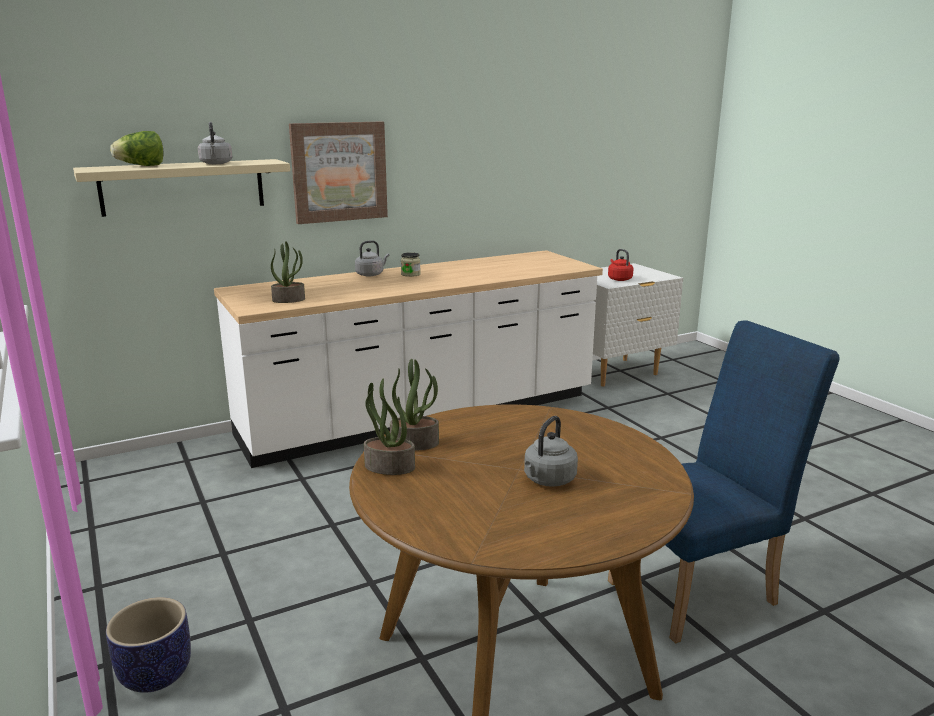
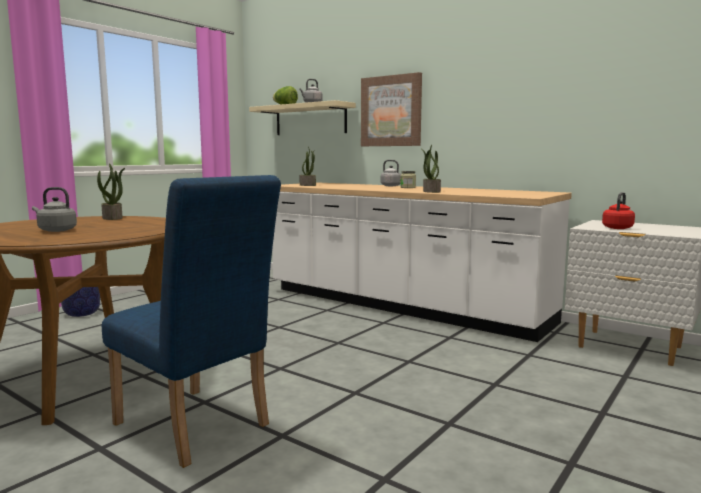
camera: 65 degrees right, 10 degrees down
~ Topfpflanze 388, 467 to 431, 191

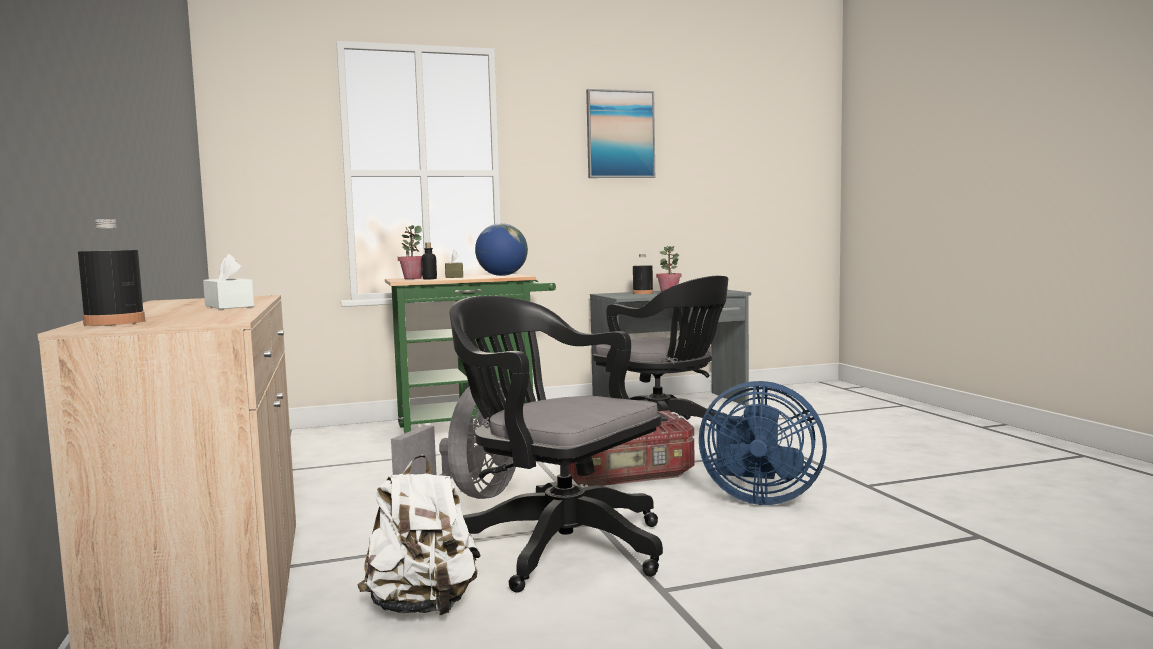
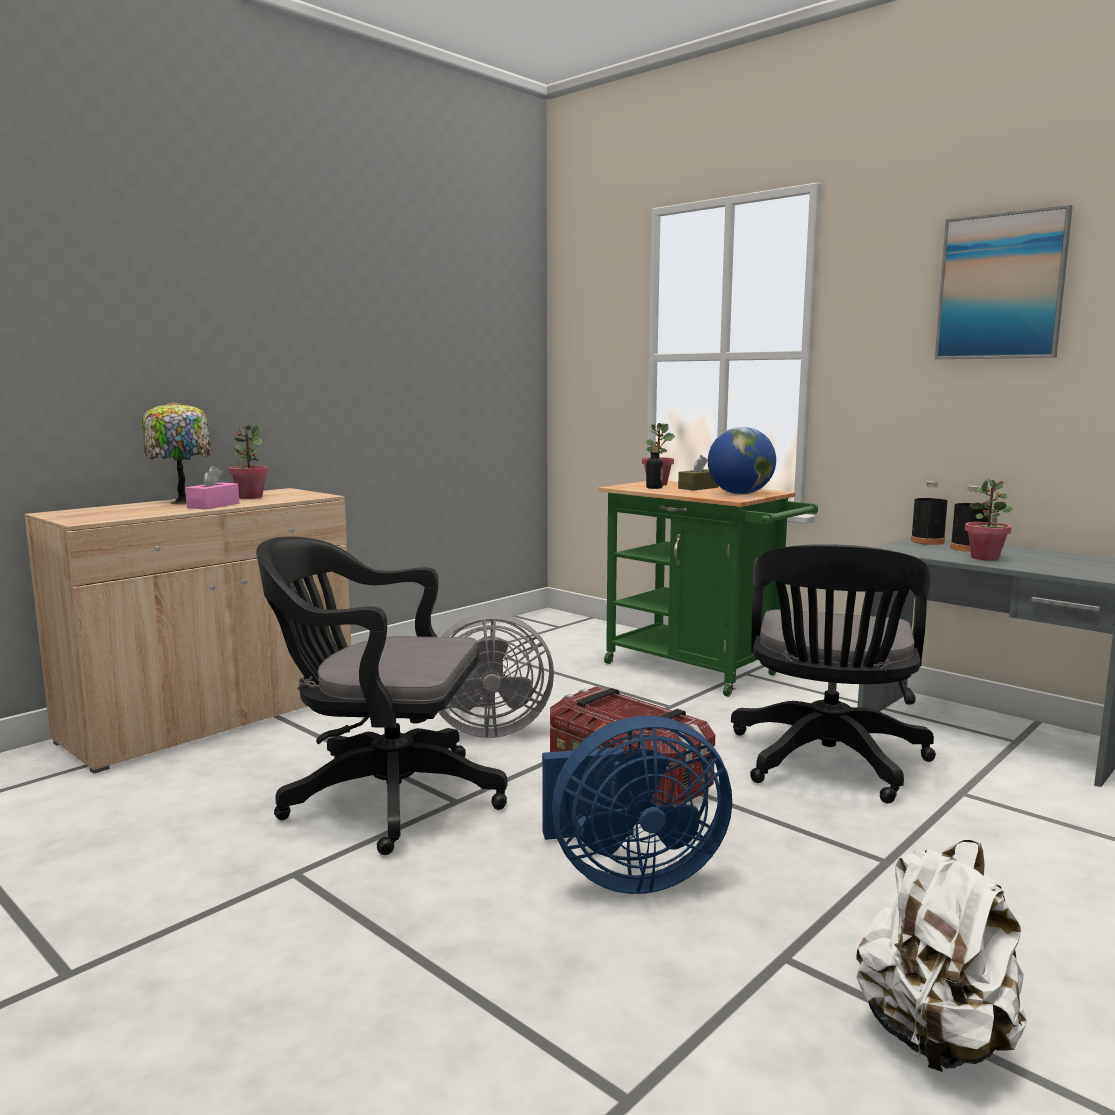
camera: 60 degrees right, 5 degrees up
~ Flasche/schwarz 114, 322 to 927, 541
~ Taschentuchbox/weiß 229, 306 to Taschentuchbox/rosa 213, 505
~ Bürostuhl/schwarz 556, 545 = 382, 797 90 degrees counterclockwise
~ Ventilator/blau 758, 497 = 628, 875 90 degrees counterclockwise
~ Rucksack/weiß 423, 607 to 936, 1038
+ Tischlampe 182, 501
+ Topfpflanze 250, 497

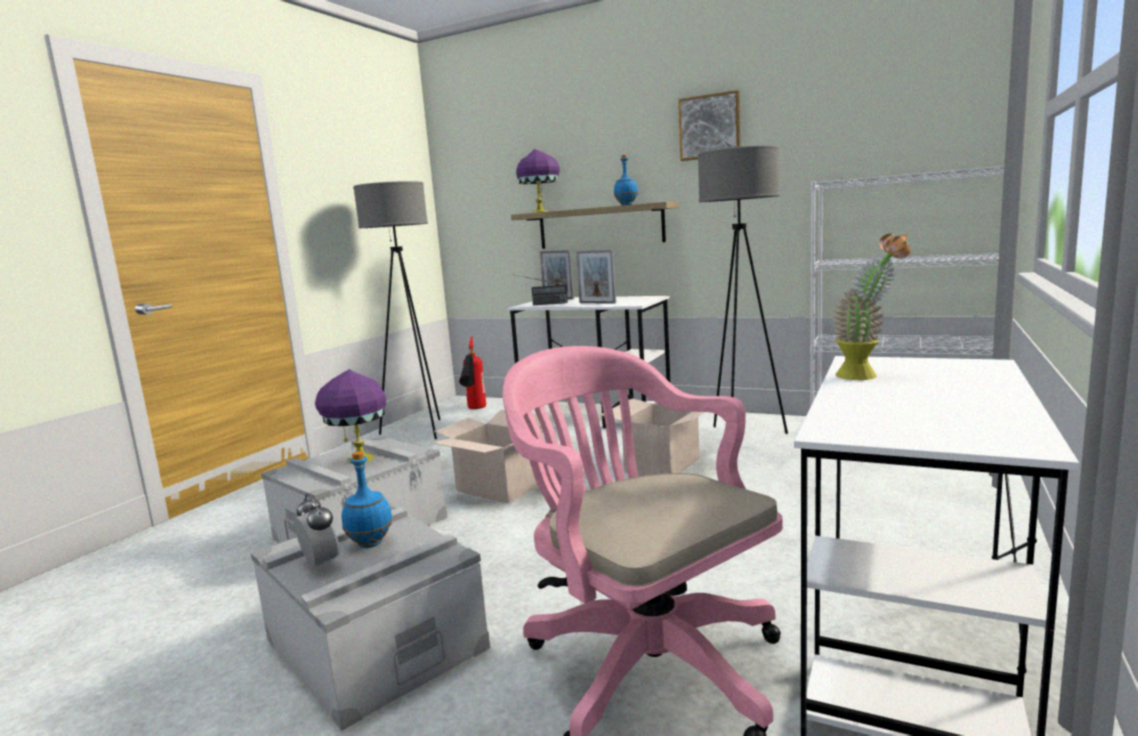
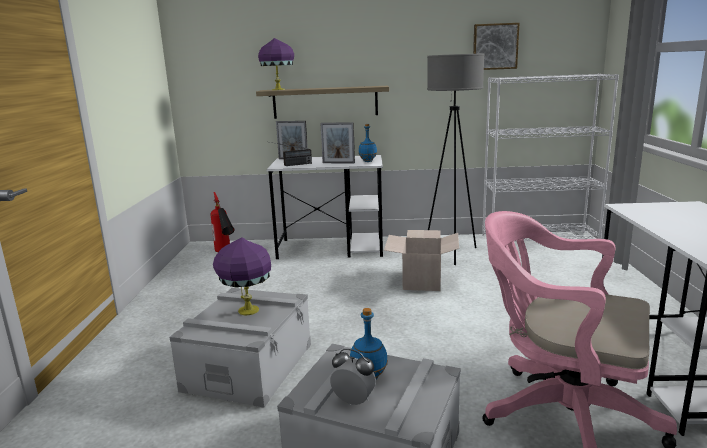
camera: 25 degrees left, 5 degrees up
~ Bild 710, 127 to 495, 46
~ Flasche/blau 626, 205 to 367, 161
- Stehlampe/grau 418, 431
- Topfpflanze 867, 376
- Karton 500, 487

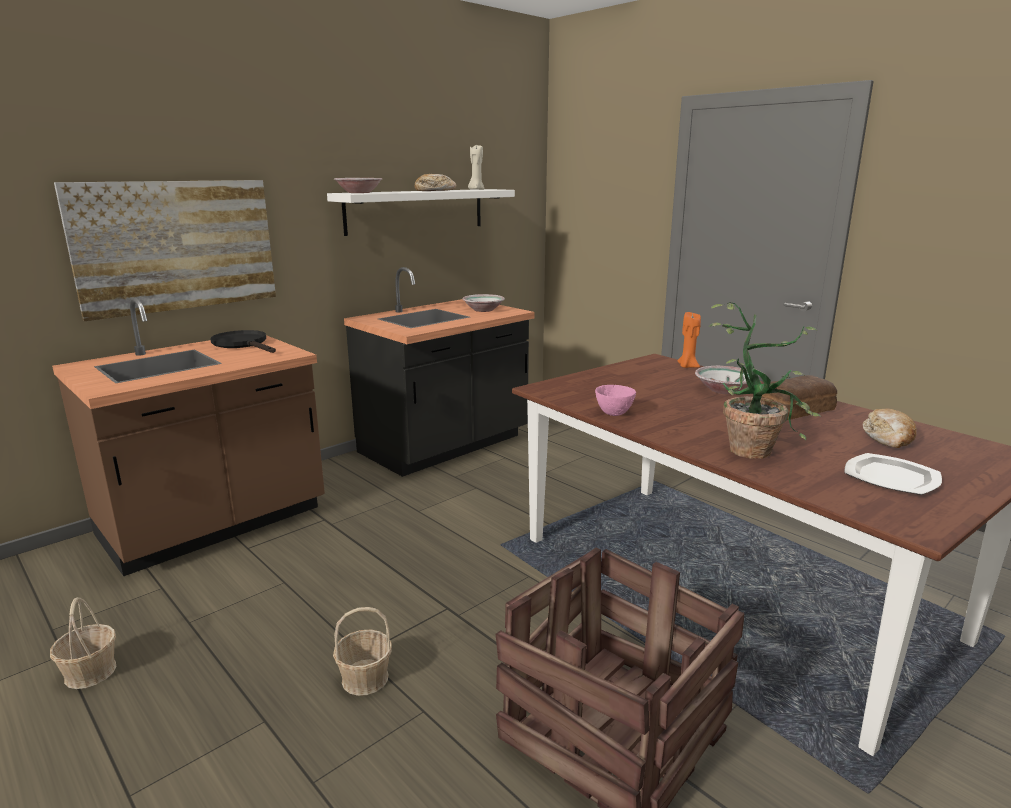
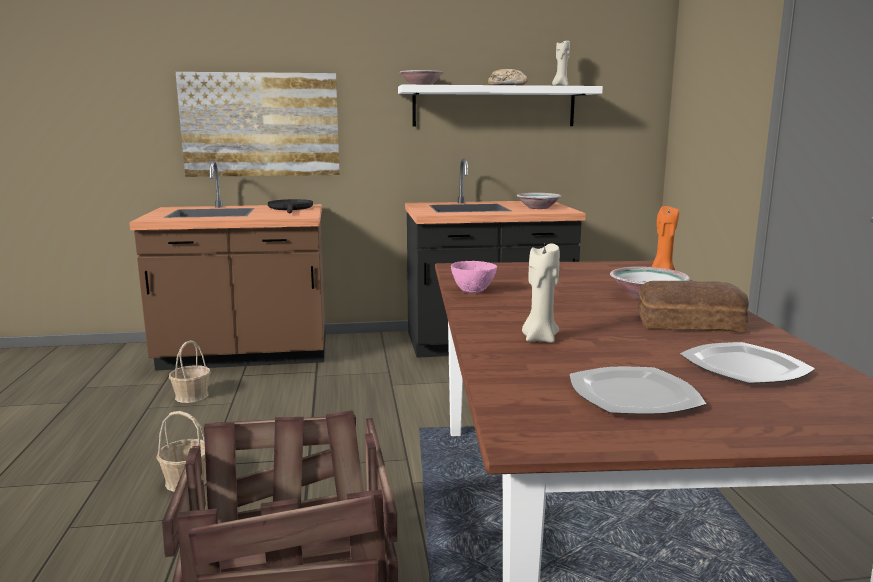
camera: 35 degrees right, 5 degrees down
~ Topfpflanze 754, 447 to Kerze/beige 539, 339
~ Brot 888, 438 to Teller 744, 368
~ Korb 90, 672 to 191, 396

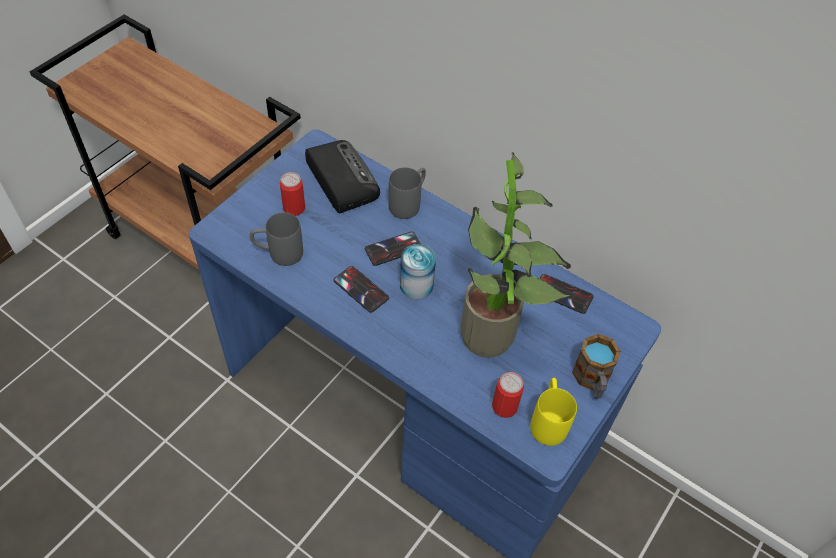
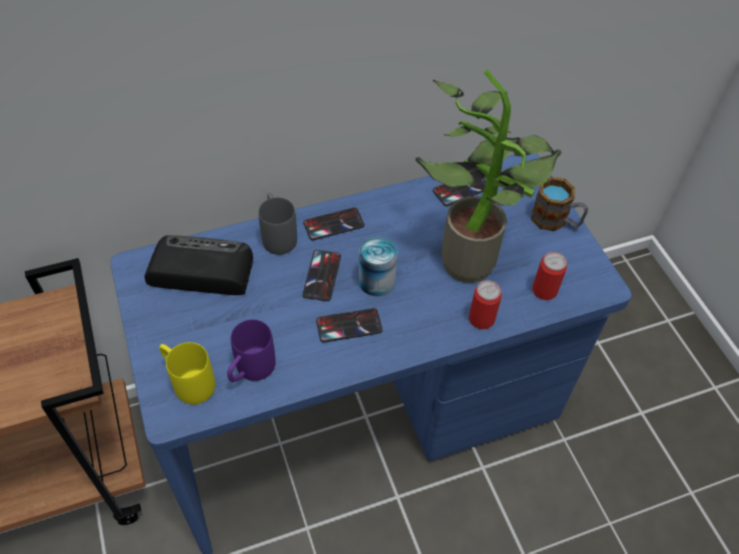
camera: 55 degrees left, 0 degrees up
~ Dose 294, 208 to 481, 319
~ Henkelbecher/grau 278, 253 to Henkelbecher/lila 250, 371
~ Henkelbecher/gelb 548, 420 to 188, 381
+ Handy 333, 224

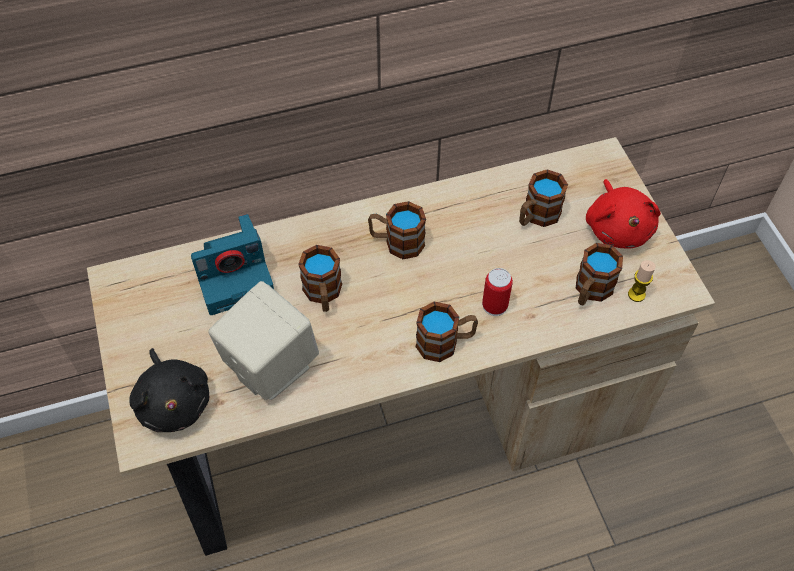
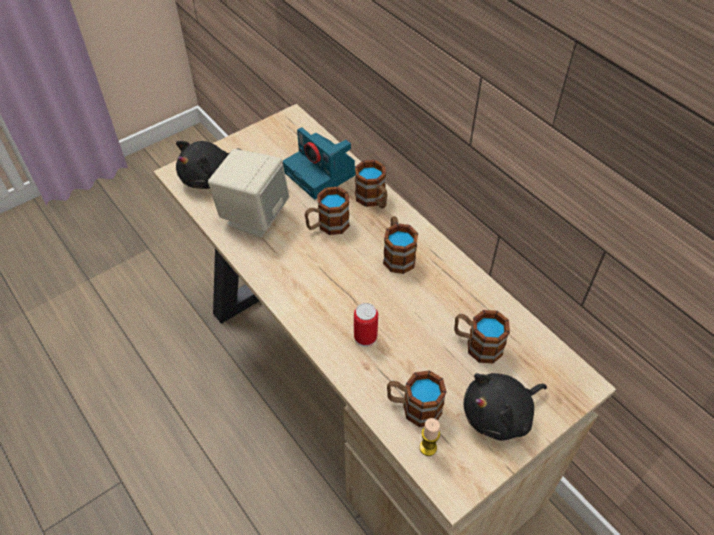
camera: 70 degrees right, 5 degrees down
~ Plüschtier/rot 618, 228 to Plüschtier/schwarz 500, 415
~ Henkelbecher 445, 342 to 373, 200

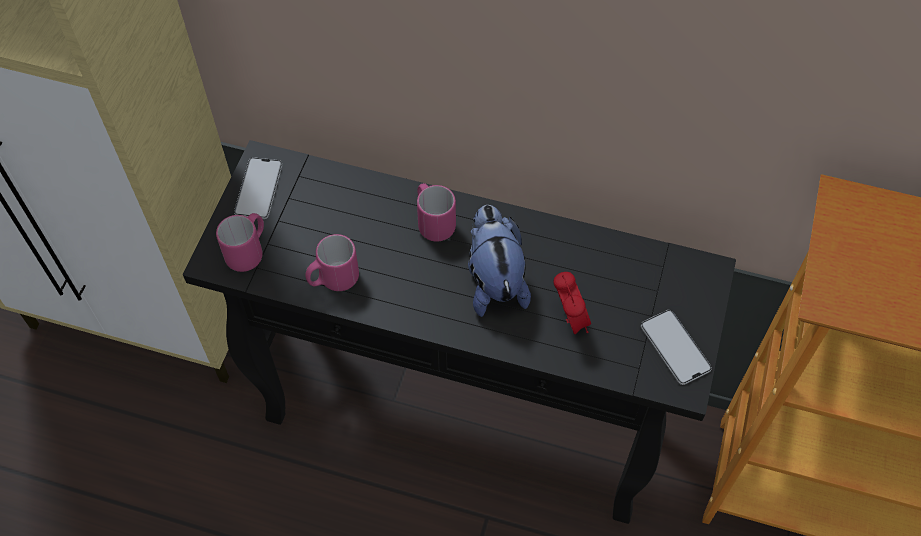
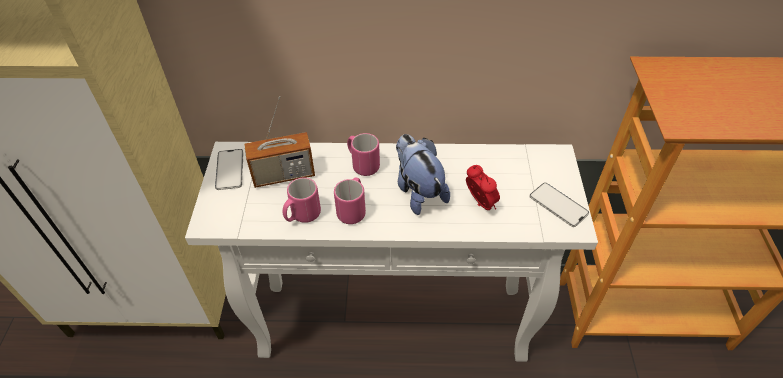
camera: 15 degrees left, 10 degrees down
~ Konsolentisch/schwarz 464, 417 to Konsolentisch/weiß 395, 320
~ Henkelbecher/rosa 248, 251 to 353, 210
+ Radio 283, 175

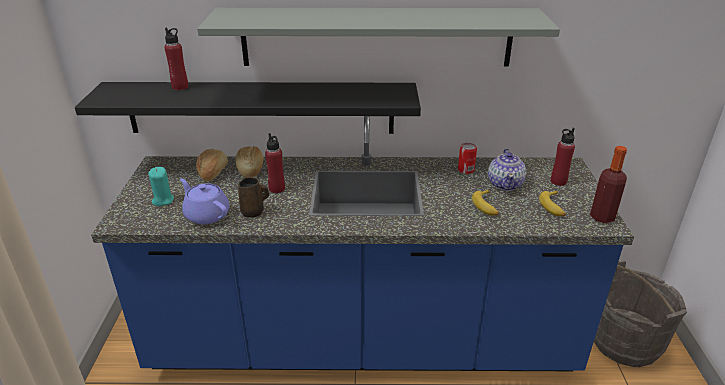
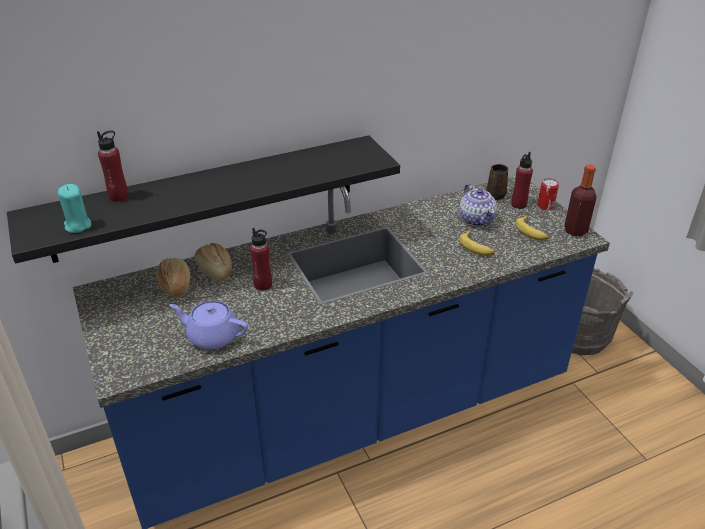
camera: 25 degrees left, 5 degrees up
- Wandregal/grau 376, 37
~ Dose 466, 170 to 545, 206
~ Kerze/türkis 163, 200 to 77, 225
~ Henkelbecher/braun 254, 212 to 496, 195

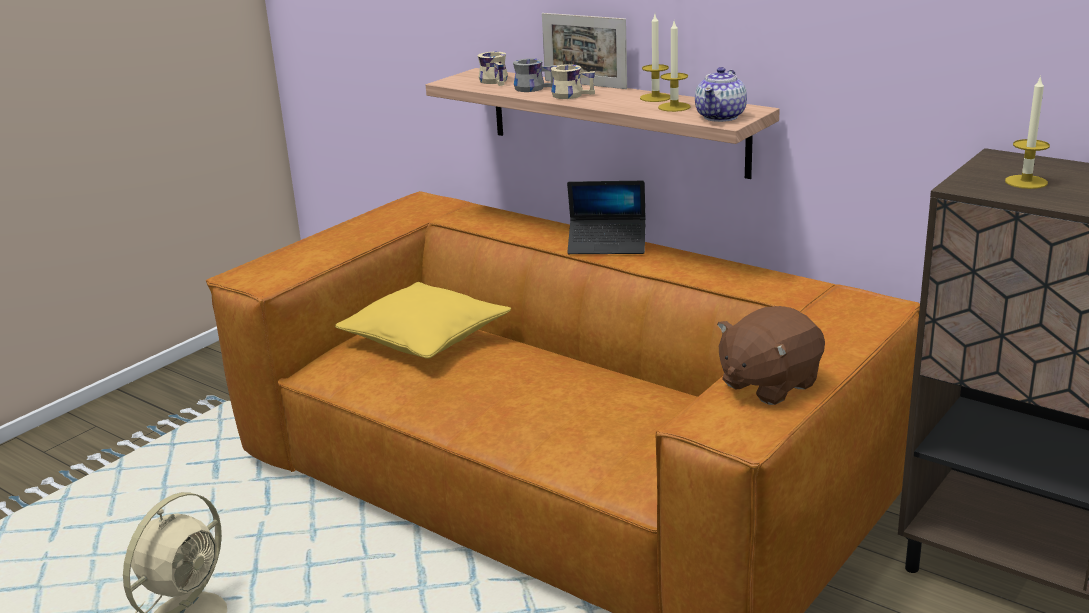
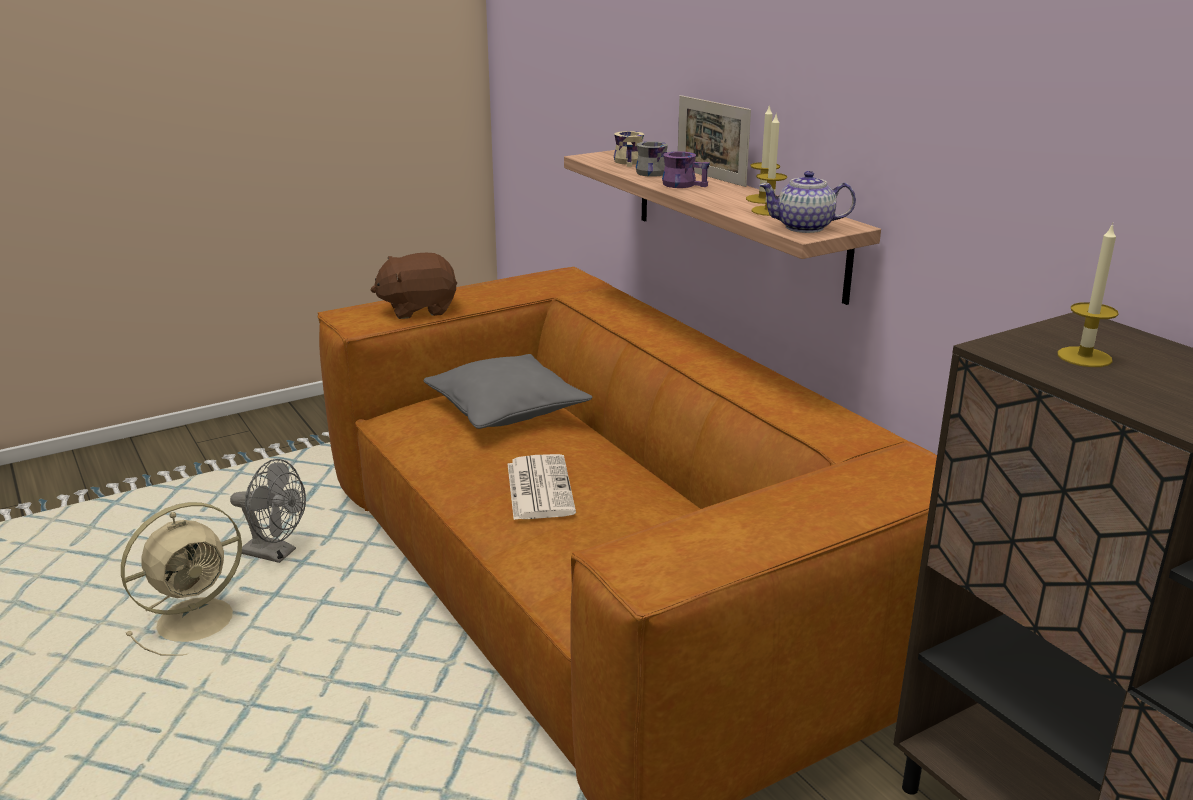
camera: 20 degrees right, 0 degrees up
~ Henkelbecher/beige 572, 94 to Henkelbecher/lila 684, 184
~ Teekanne 721, 117 = 805, 227 45 degrees clockwise
- Laptop 607, 245
~ Kissen/gelb 425, 339 to Kissen/grau 506, 410
~ Plüschtier/braun 768, 384 to 418, 309
+ Zeitung 539, 488
+ Ventilator/grau 276, 554

